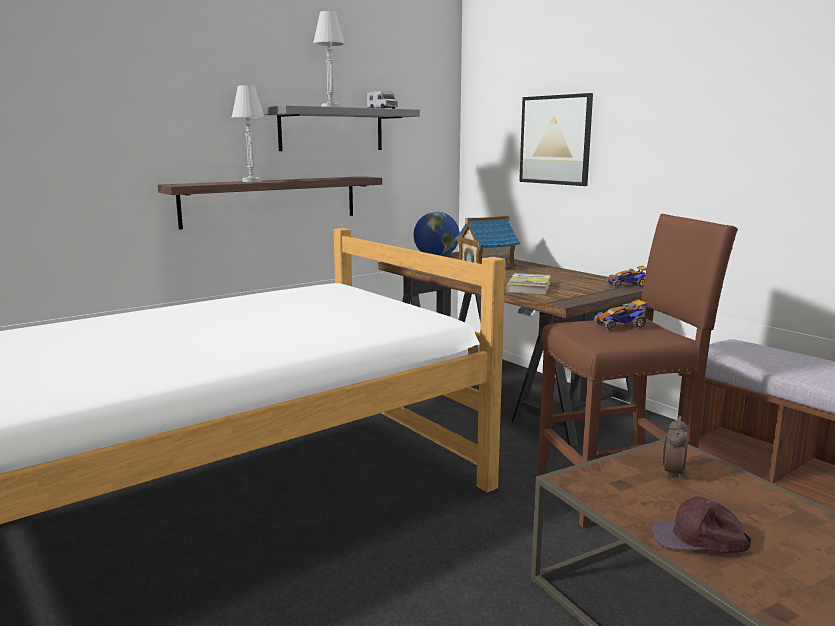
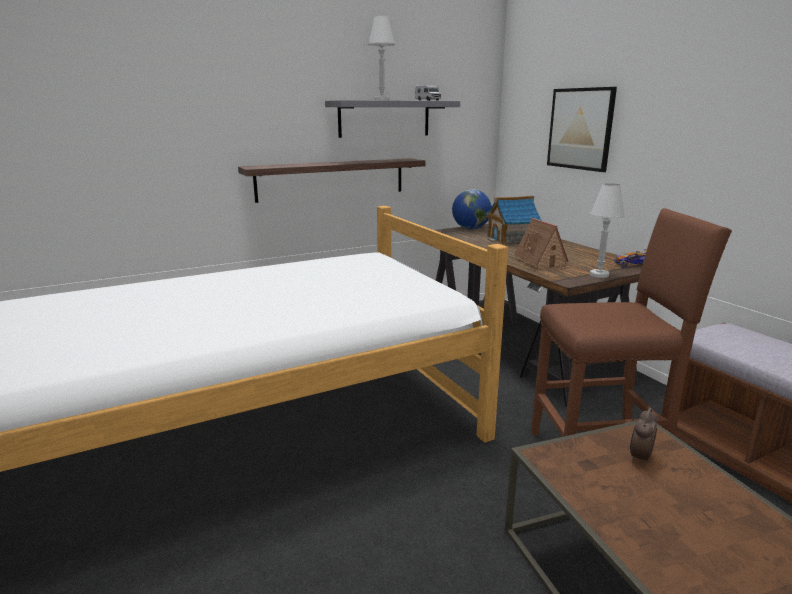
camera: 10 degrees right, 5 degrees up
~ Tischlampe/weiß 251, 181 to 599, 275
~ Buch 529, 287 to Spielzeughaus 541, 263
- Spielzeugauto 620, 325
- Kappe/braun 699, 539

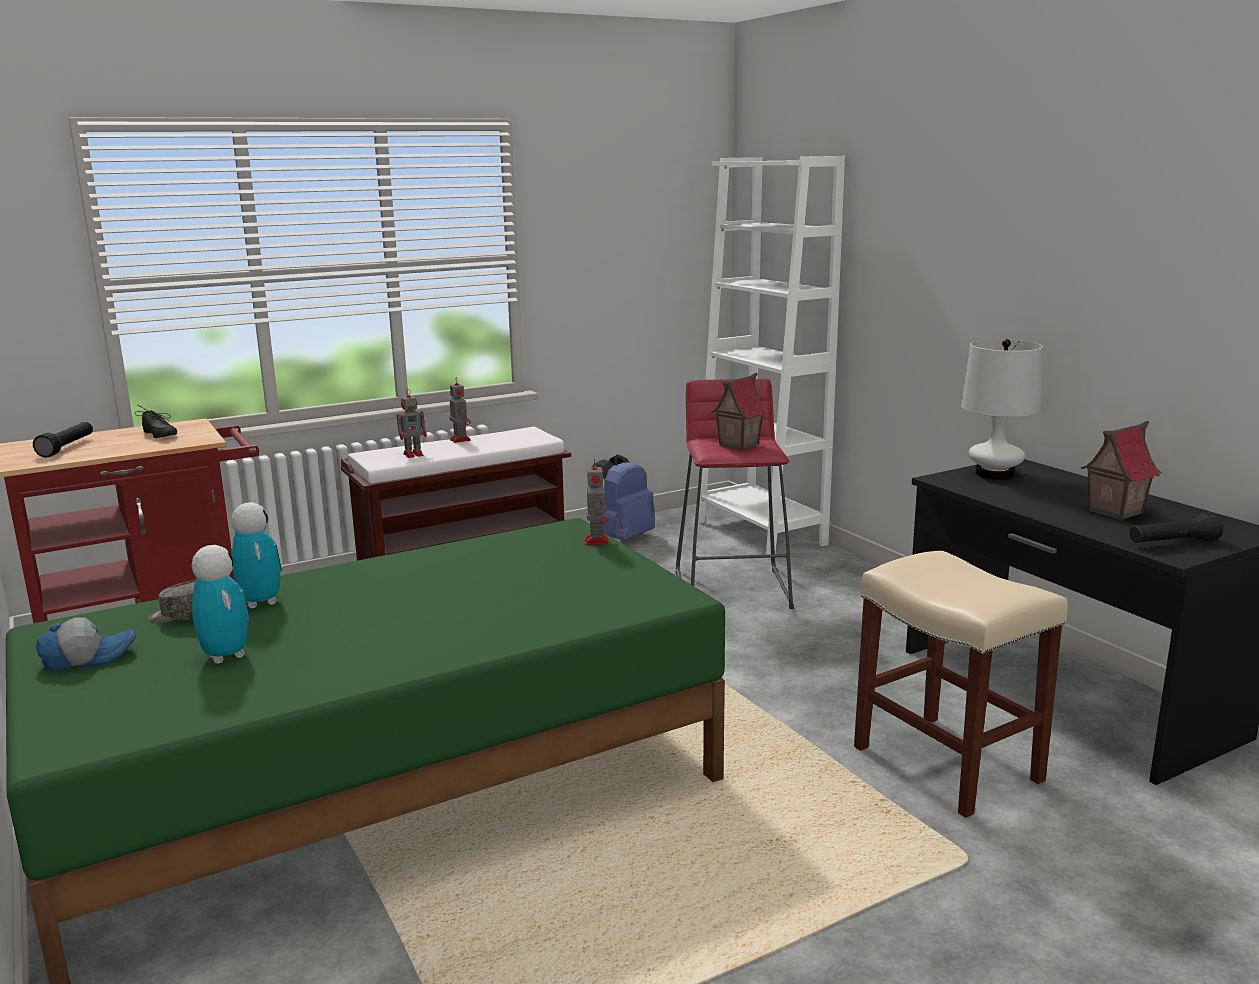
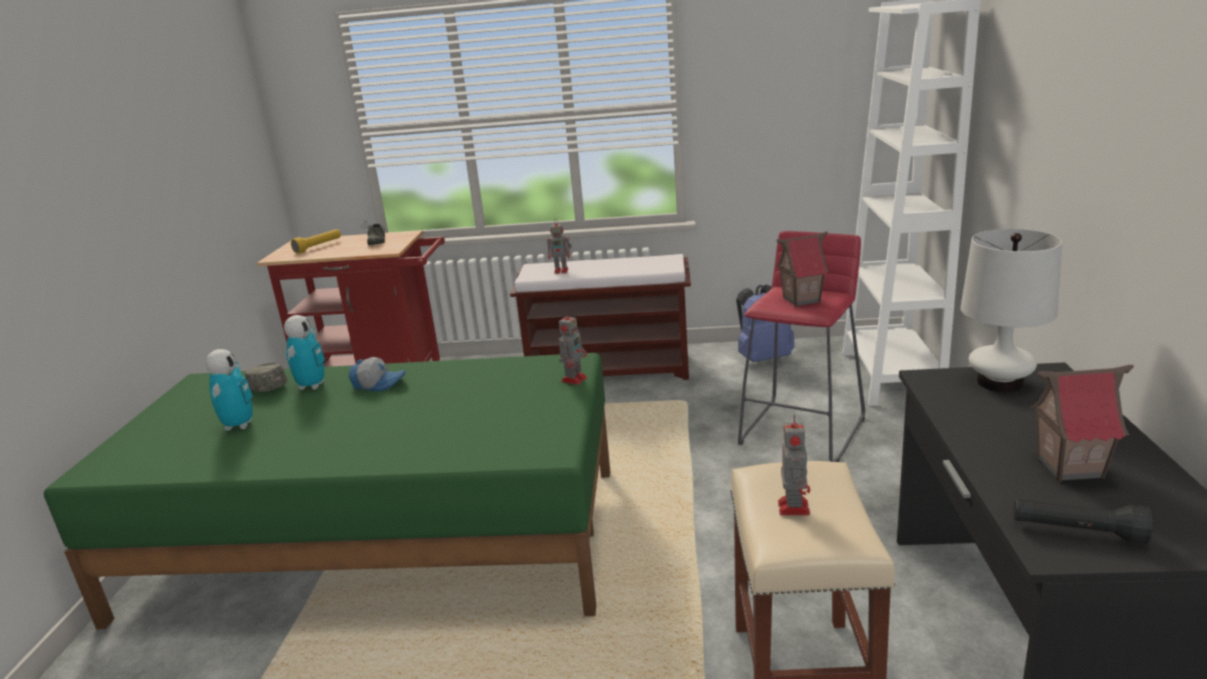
camera: 35 degrees right, 5 degrees up
~ Spielzeugroboter 460, 439 to 793, 506
~ Taschenlampe/schwarz 67, 447 to Taschenlampe/gelb 318, 247
~ Kappe 89, 657 to 379, 384

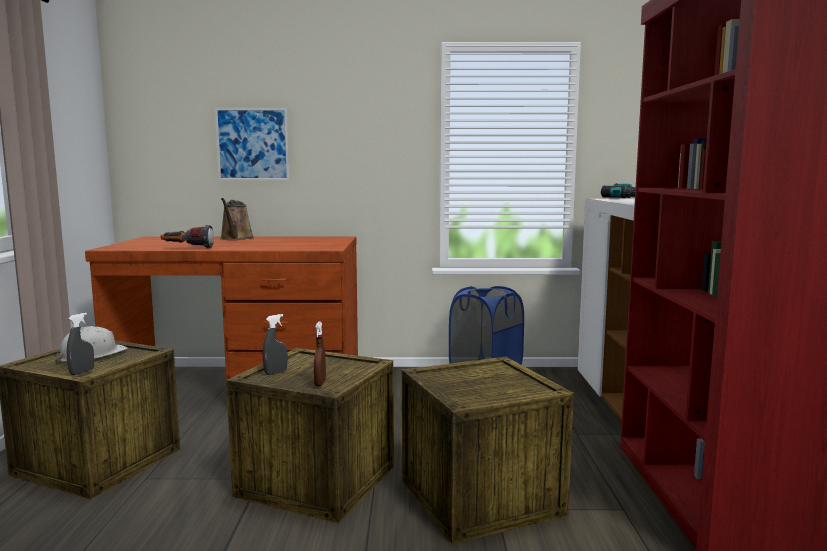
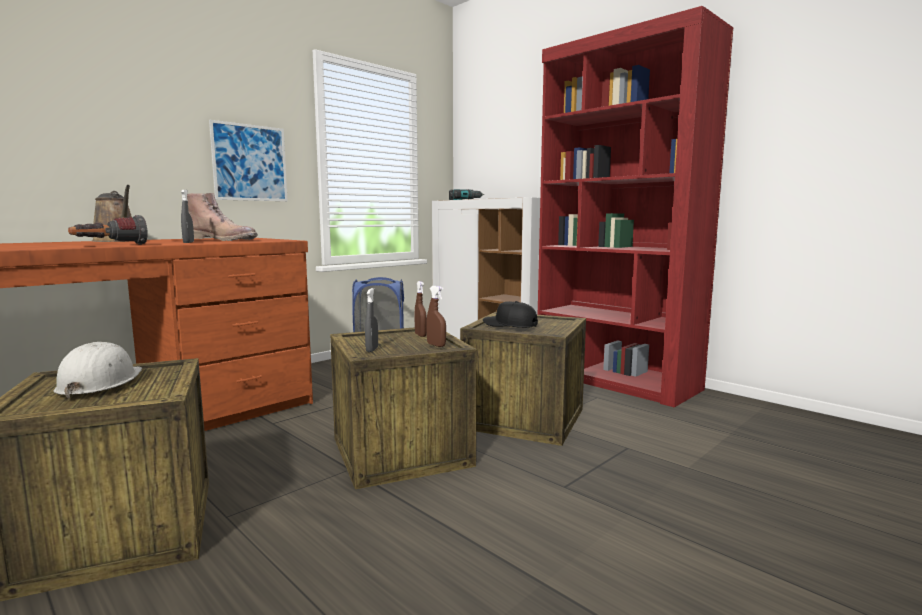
camera: 45 degrees left, 0 degrees up
~ Bild 252, 144 to 250, 163
~ Sprühflasche/grau 82, 372 to 188, 242
+ Stiefel/braun 223, 240
+ Sprühflasche/braun 420, 335
+ Kappe/schwarz 510, 324

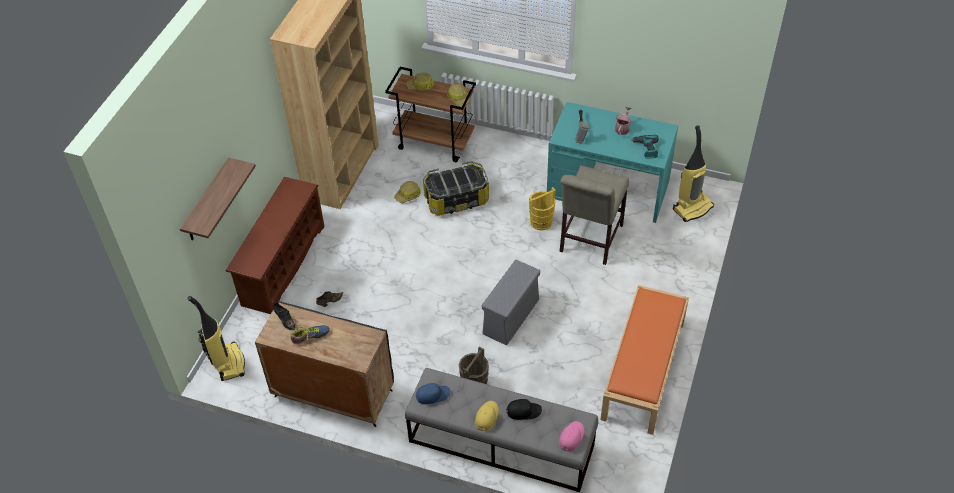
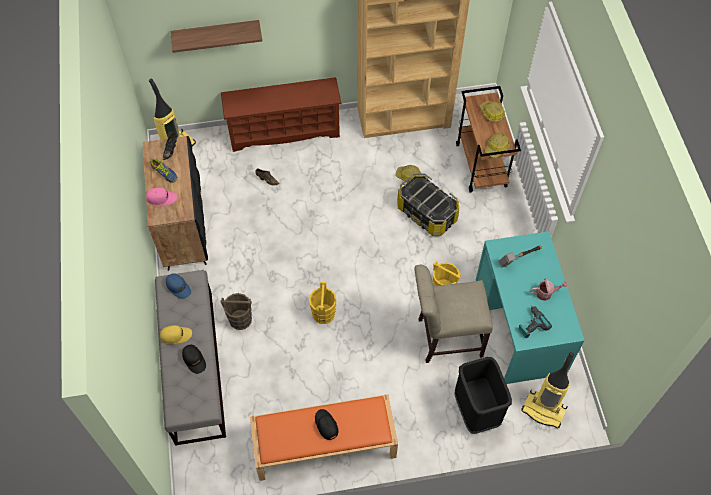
camera: 60 degrees right, 10 degrees up
~ Aufbewahrungsbox/grau 510, 317 to Eimer/gelb 323, 314
~ Kappe/rosa 571, 437 to 161, 198
+ Mülleimer/schwarz 475, 411
+ Kappe/schwarz 326, 425

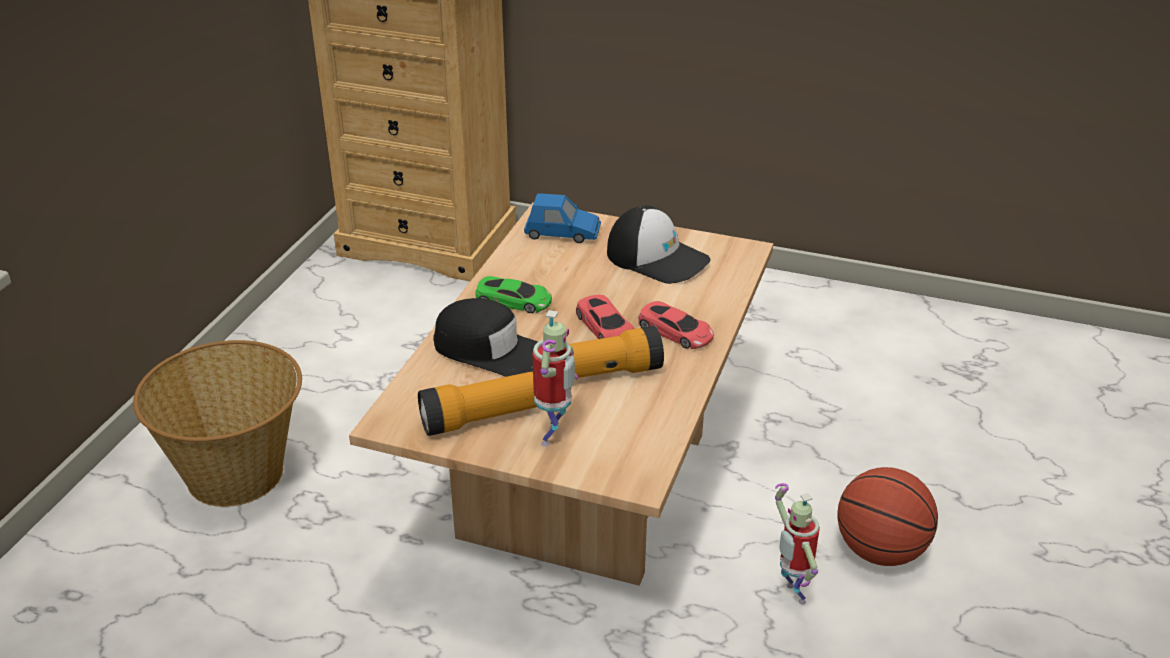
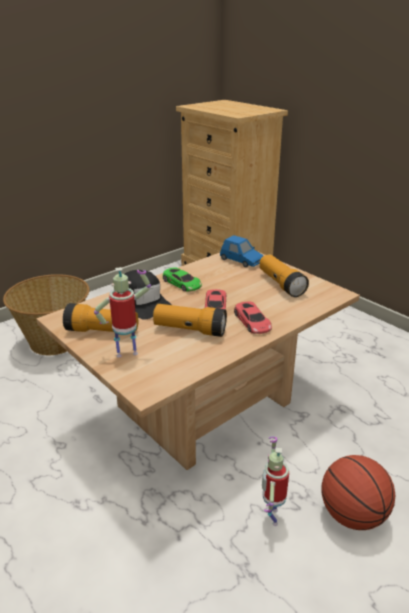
camera: 30 degrees right, 5 degrees down
~ Kappe 658, 258 to Taschenlampe 281, 284
~ Spielzeugroboter 554, 437 = 127, 352 150 degrees counterclockwise

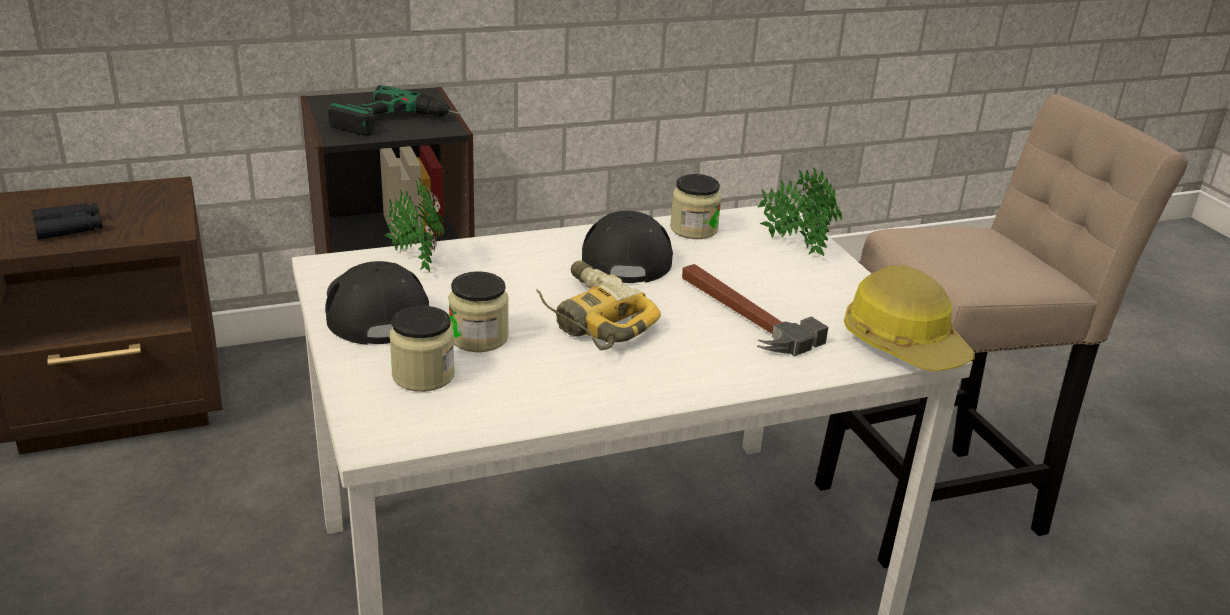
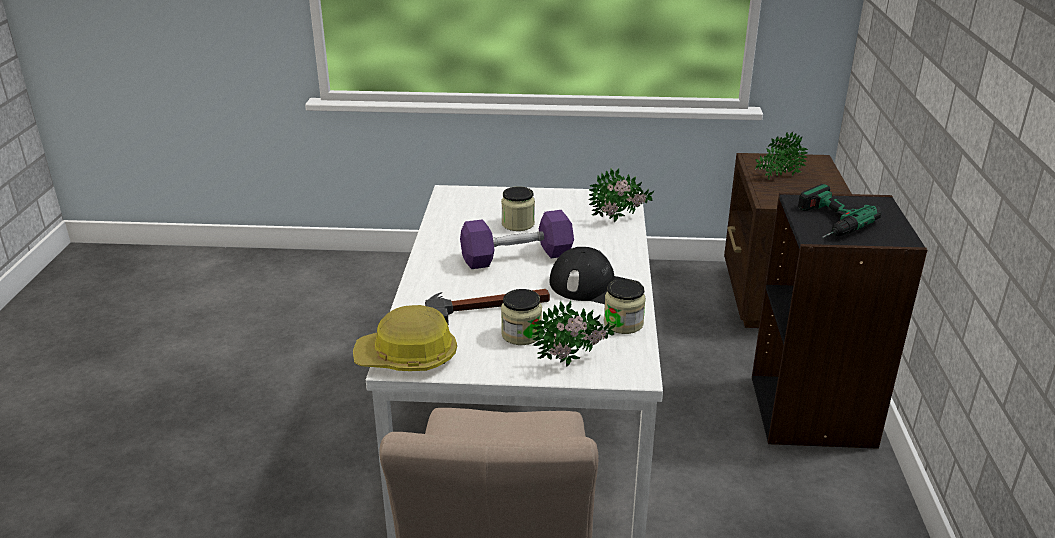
camera: 115 degrees right, 0 degrees up
~ Fernglas/schwarz 69, 228 to Topfpflanze 777, 177
- Kappe/schwarz 374, 309
~ Bohrmaschine 590, 319 to Hantel/lila 517, 257
~ Vorratsglas 423, 375 to 521, 334

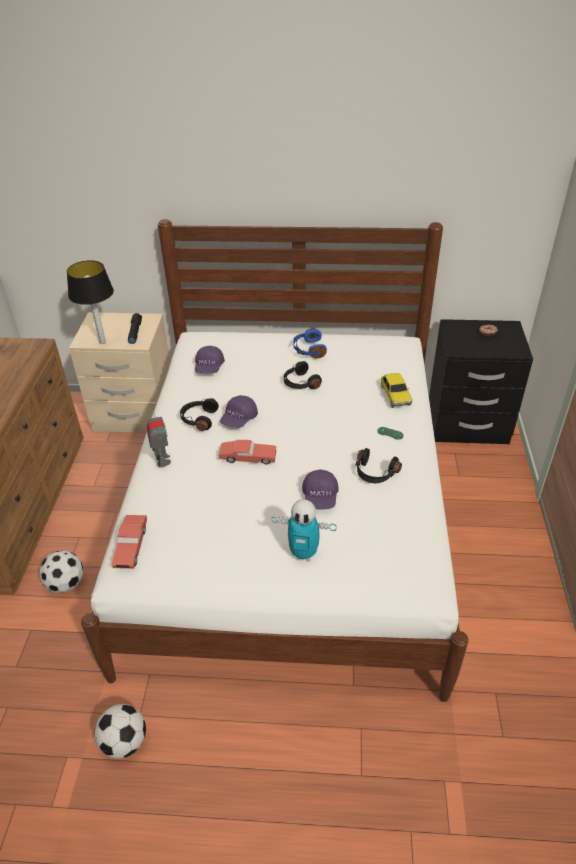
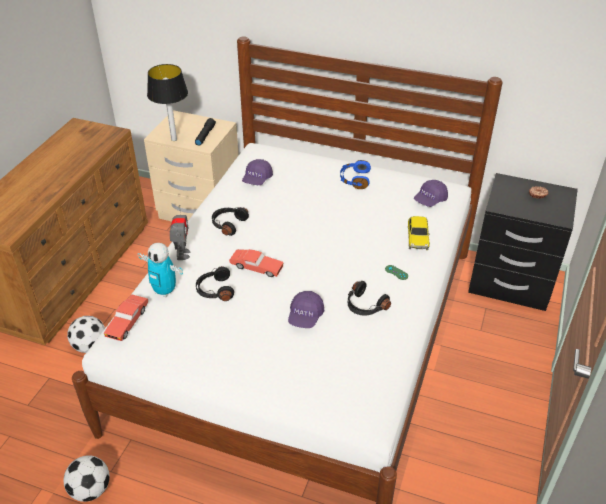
camera: 15 degrees right, 0 degrees up
~ Kopfhörer/schwarz 300, 383 to 215, 290
~ Kappe/lila 239, 419 to 430, 200
~ Spielzeugroboter 303, 553 to 165, 291

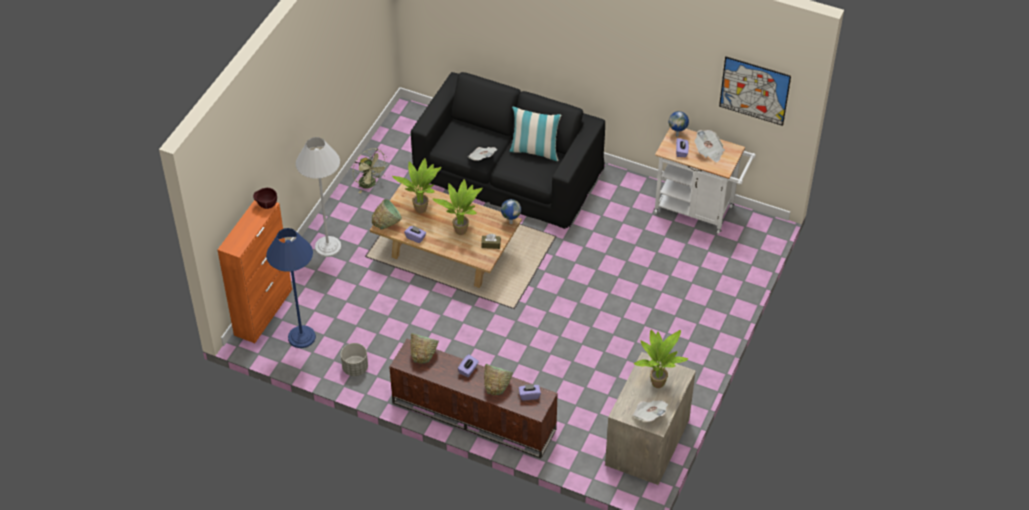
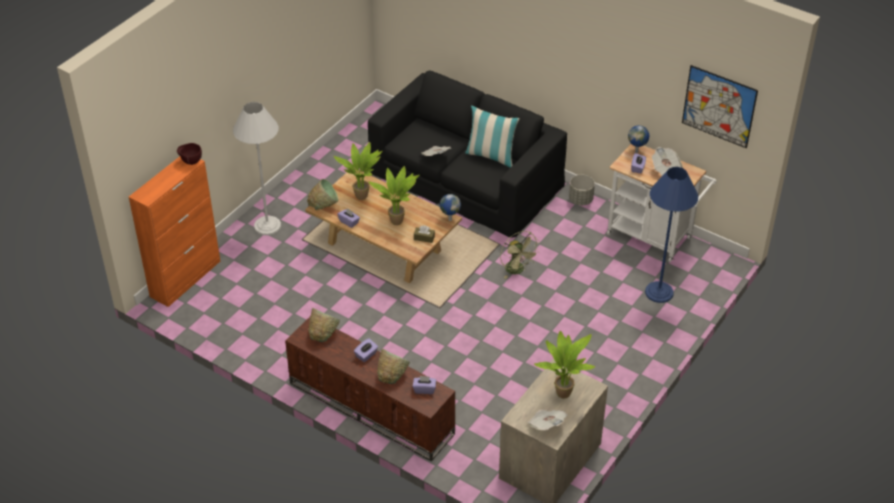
camera: 10 degrees right, 5 degrees down
~ Ventilator/grün 370, 184 to 517, 270
~ Stehlampe/blau 302, 337 to 659, 292
~ Pflanzkübel/grau 355, 368 to 581, 200

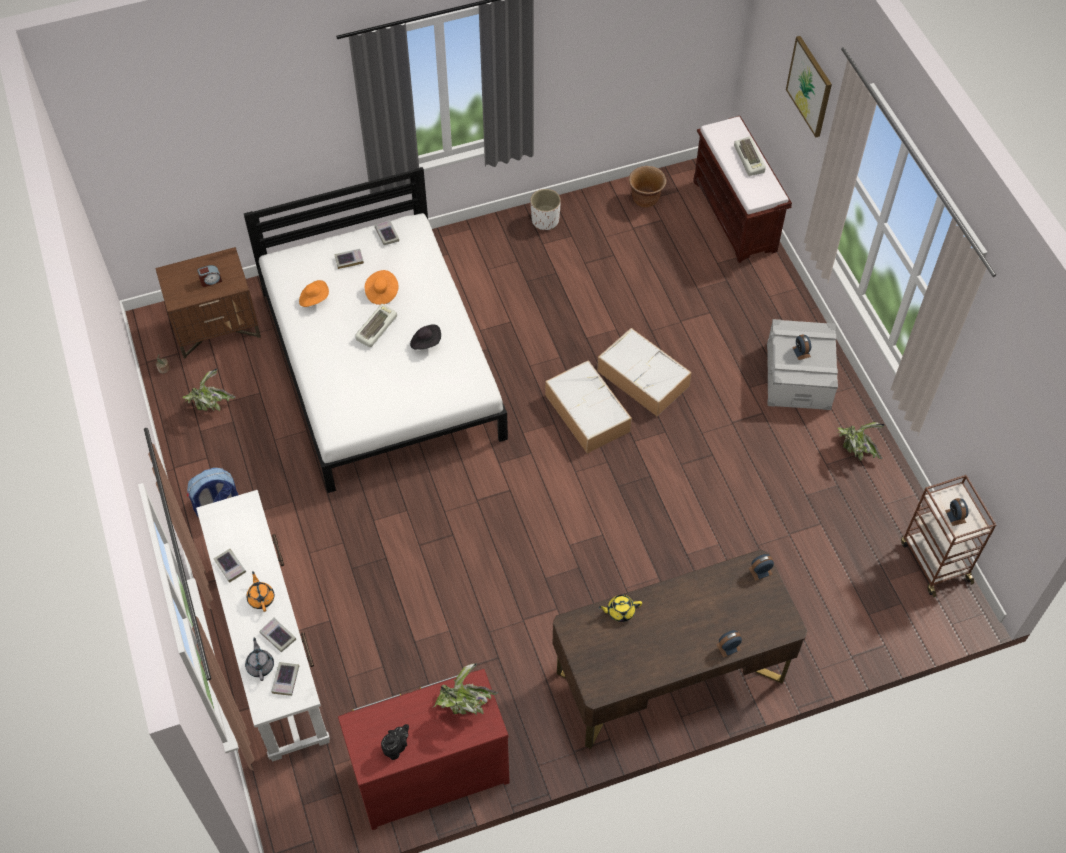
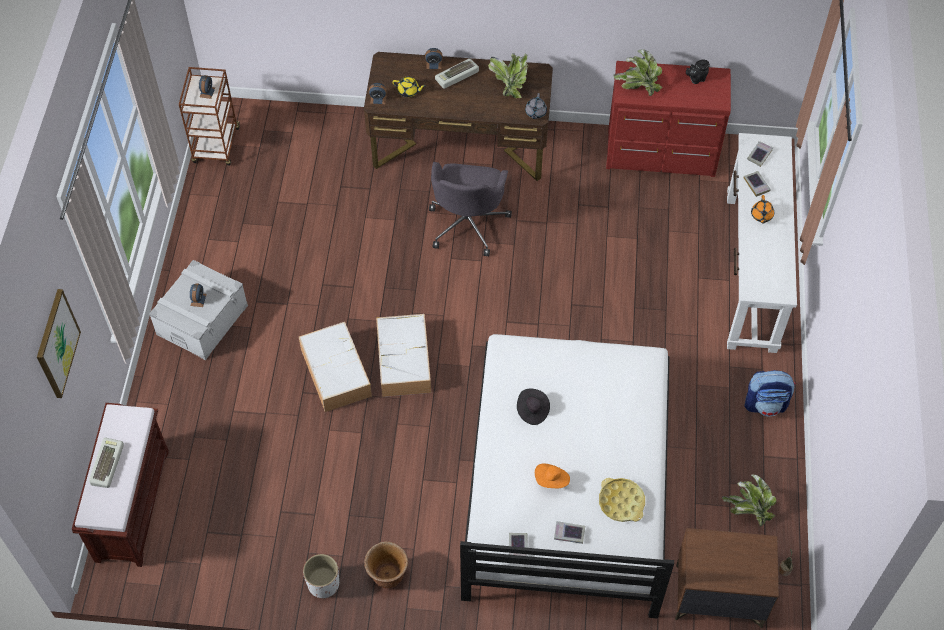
camera: 155 degrees left, 0 degrees up
~ Pflanzkübel/braun 645, 200 to 387, 575
- Wecker 211, 280
~ Hut/orange 314, 299 to Tablett/gelb 621, 502
~ Tastatur 376, 327 to 457, 76
~ Topfpflanze 855, 449 to 510, 85
- Buch 230, 566
~ Teekanne/gelb 620, 611 to 408, 91
~ Teekanne/grau 260, 665 to 535, 113
+ Bürostuhl/grau 468, 223

